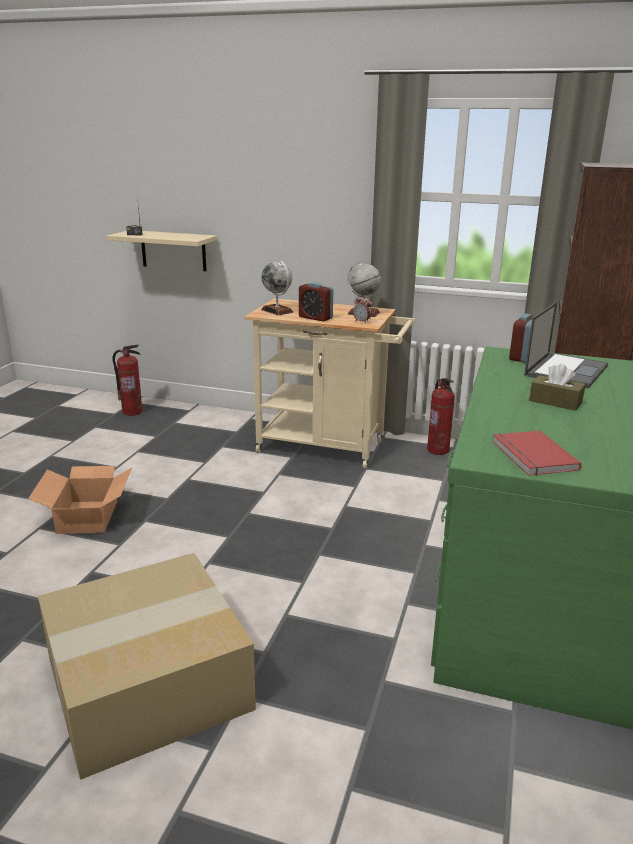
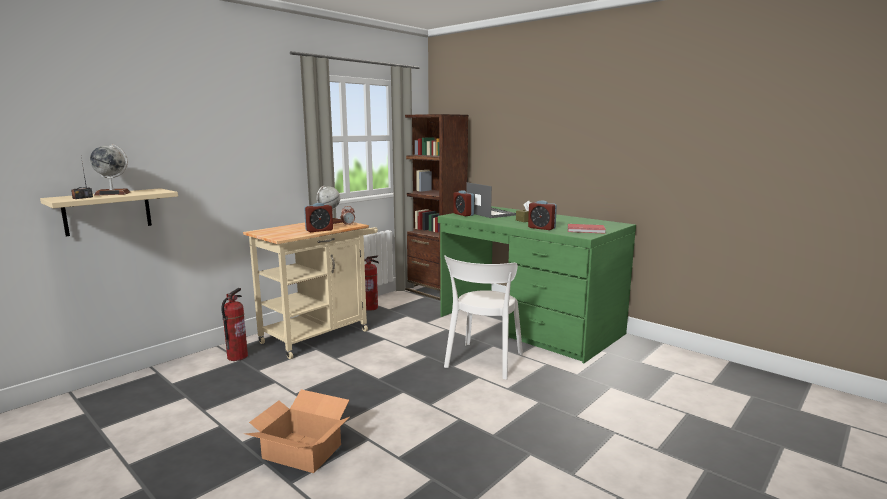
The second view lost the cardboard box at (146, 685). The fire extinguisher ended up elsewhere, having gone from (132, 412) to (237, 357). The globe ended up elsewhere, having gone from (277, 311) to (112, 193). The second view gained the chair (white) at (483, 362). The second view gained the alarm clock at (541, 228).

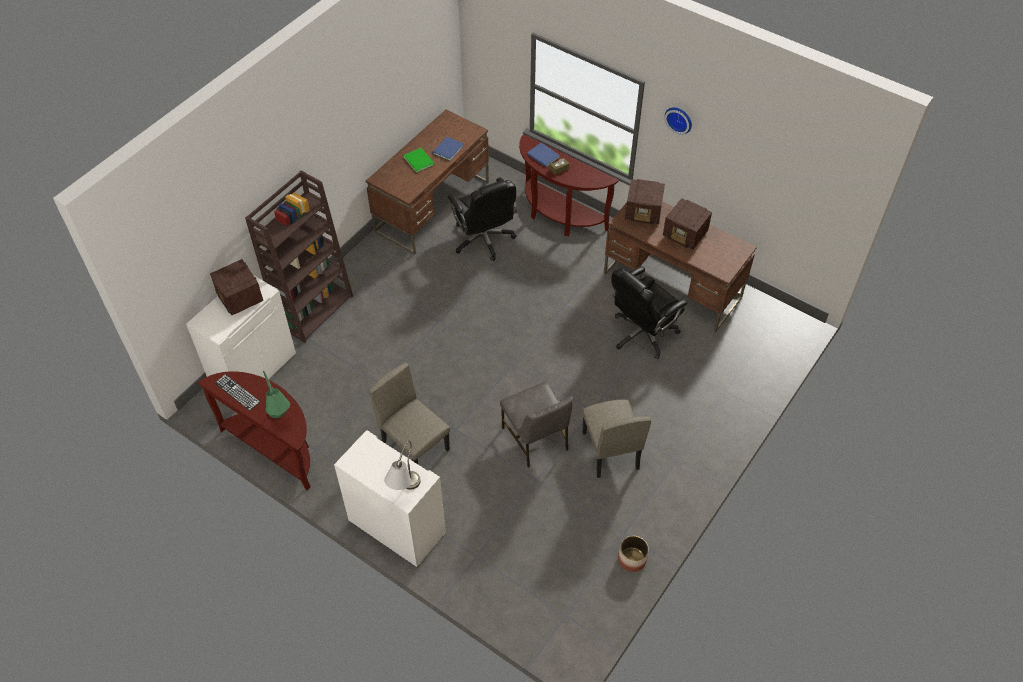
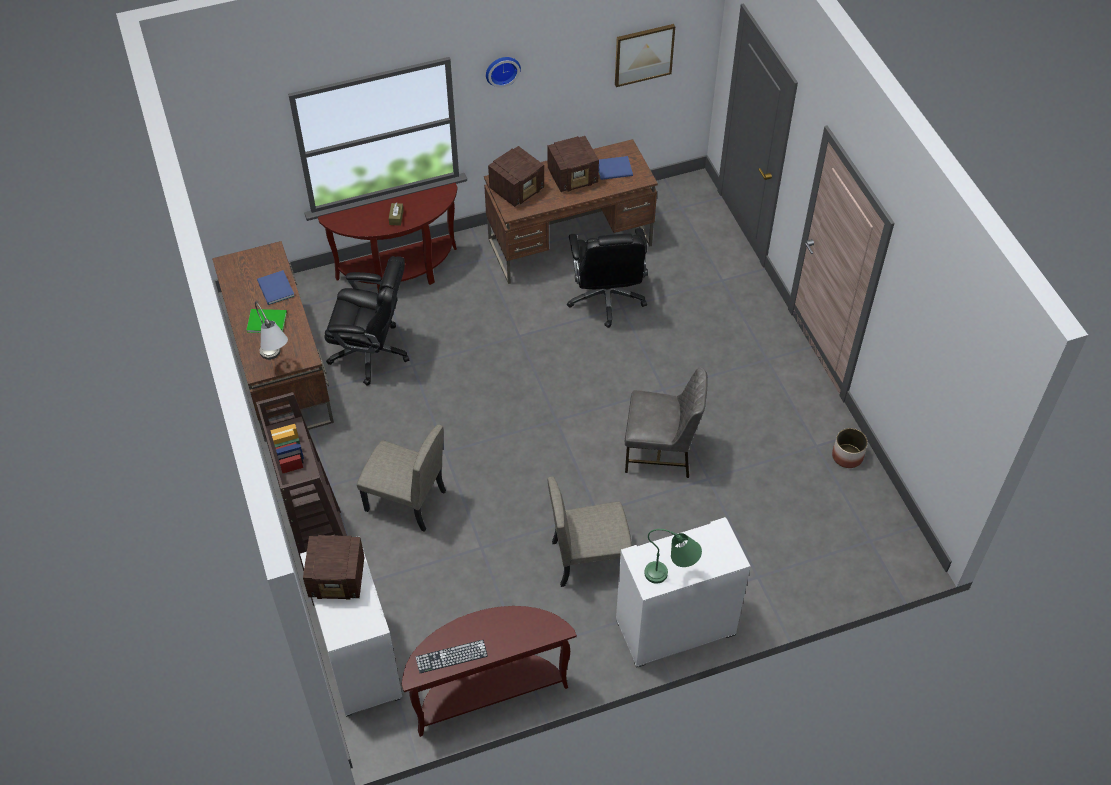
The table lamp (green) ended up elsewhere, having gone from (280, 420) to (672, 575). The table lamp (grey) ended up elsewhere, having gone from (404, 491) to (275, 361). The book (blue) ended up elsewhere, having gone from (543, 156) to (615, 169). The chair (beige) ended up elsewhere, having gone from (610, 450) to (405, 501). The second view gained the picture at (643, 54).

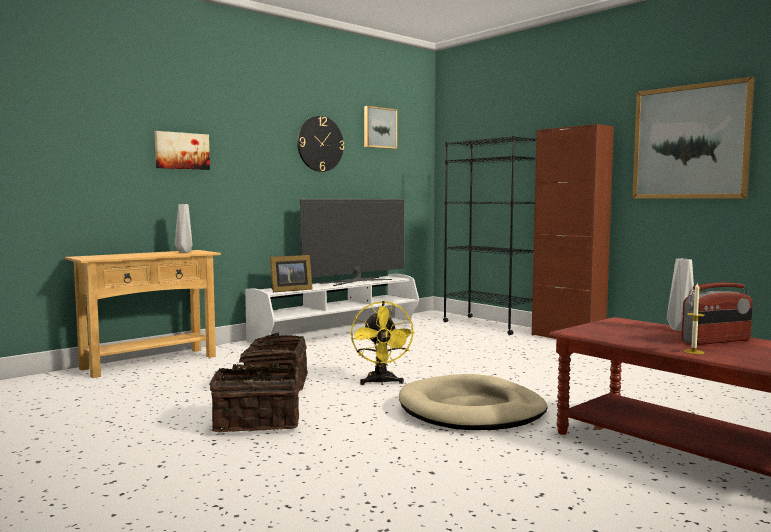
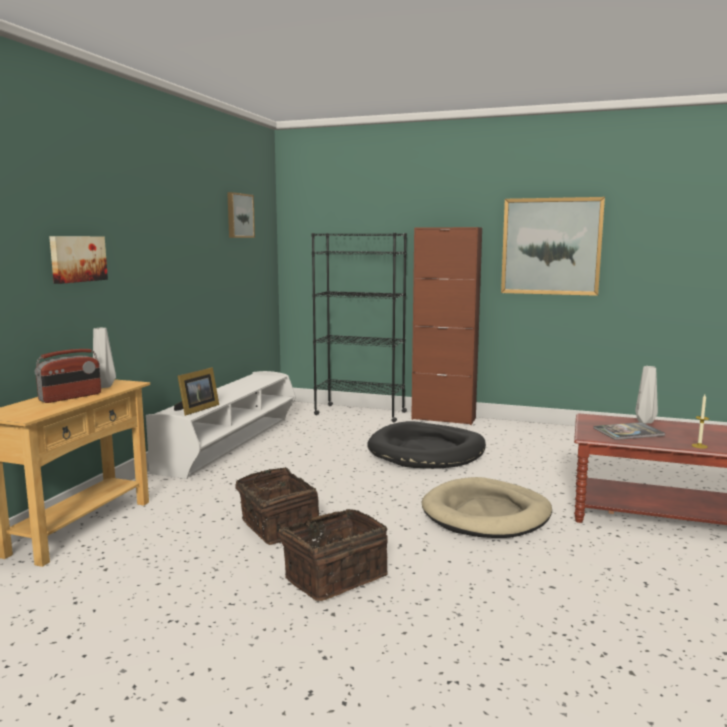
The second view lost the wall clock at (320, 144). The second view lost the television at (356, 281). The second view lost the fan (yellow) at (381, 382). The radio ended up elsewhere, having gone from (716, 341) to (71, 397). The second view gained the dog bed (black) at (427, 451). The second view gained the book at (628, 432).

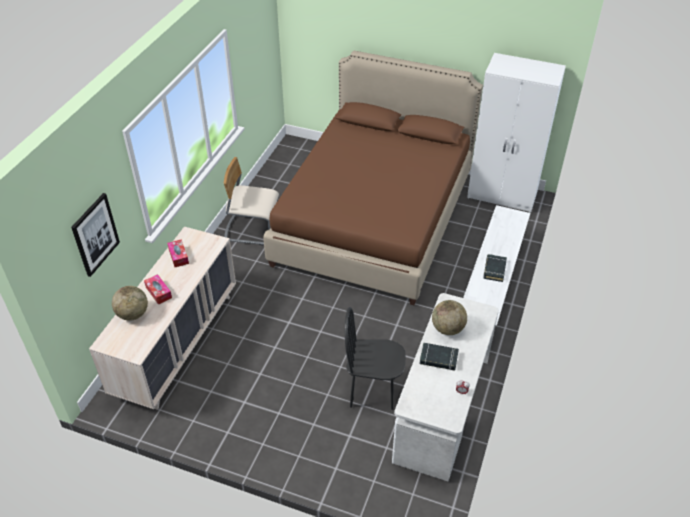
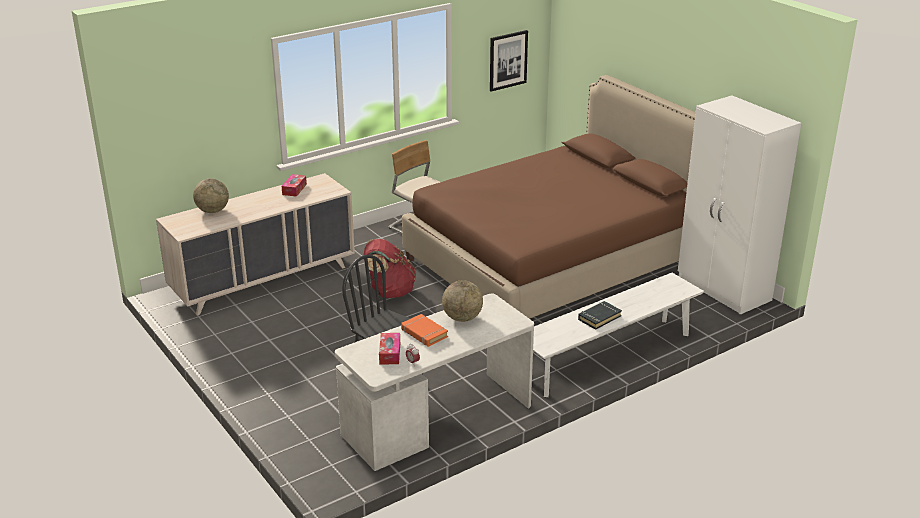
The picture ended up elsewhere, having gone from (95, 234) to (508, 60). The tissue box ended up elsewhere, having gone from (158, 292) to (390, 353). What was the book (black) at (438, 359) turned into the book (orange) at (424, 333). The second view gained the backpack (red) at (389, 292).

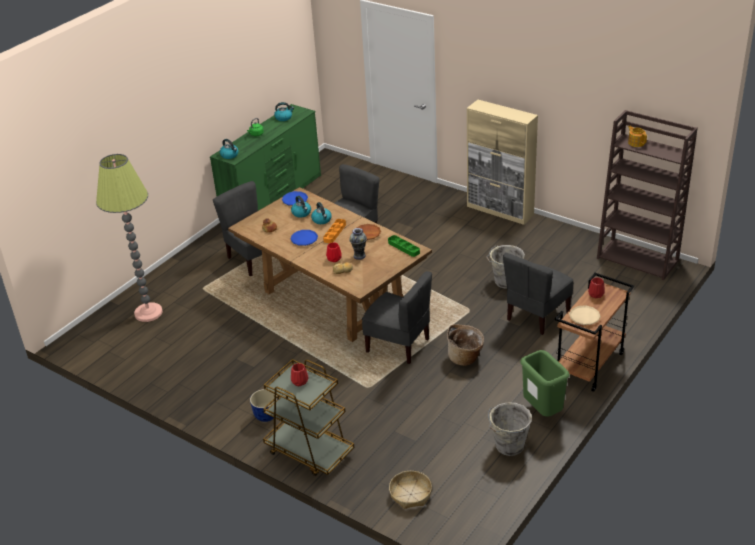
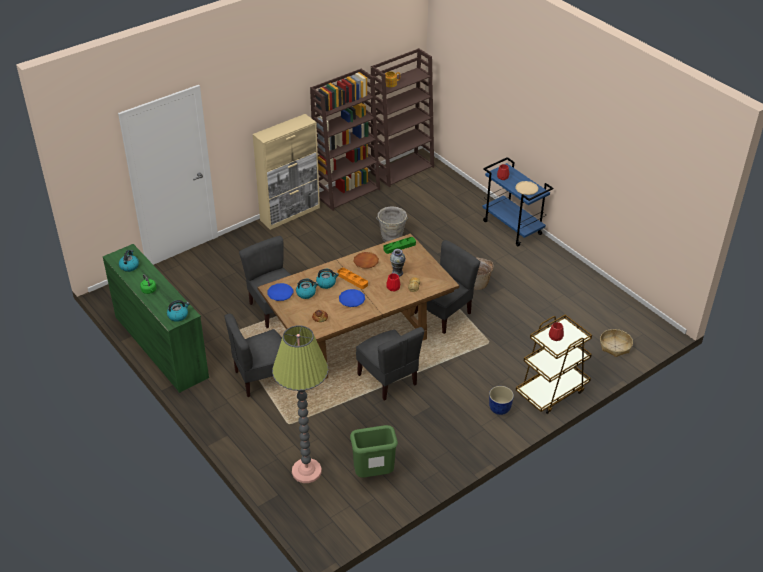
The second view lost the bucket (grey) at (508, 446). The chair (grey) ended up elsewhere, having gone from (537, 316) to (388, 379). The trash can (green) ended up elsewhere, having gone from (543, 411) to (374, 474). What was the cart (brown) at (589, 366) turned into the cart (blue) at (513, 228). The second view gained the bookcase (brown) at (347, 192).

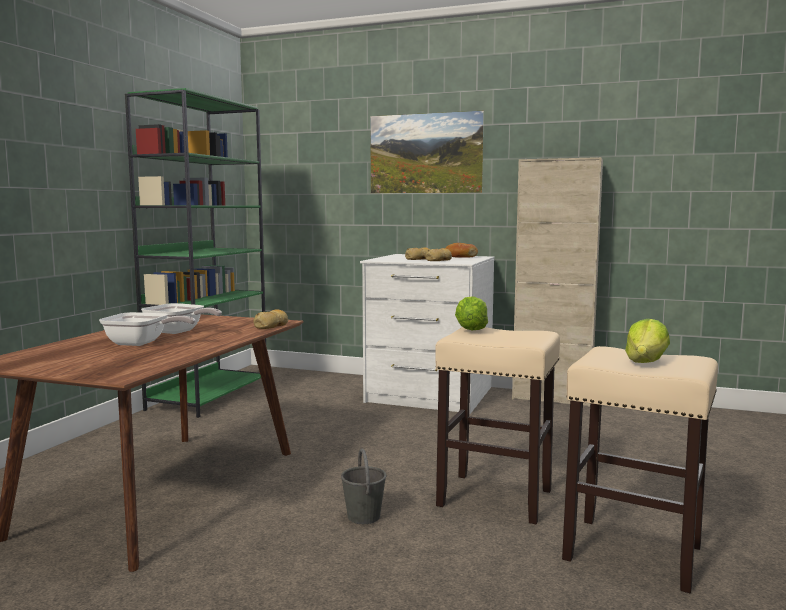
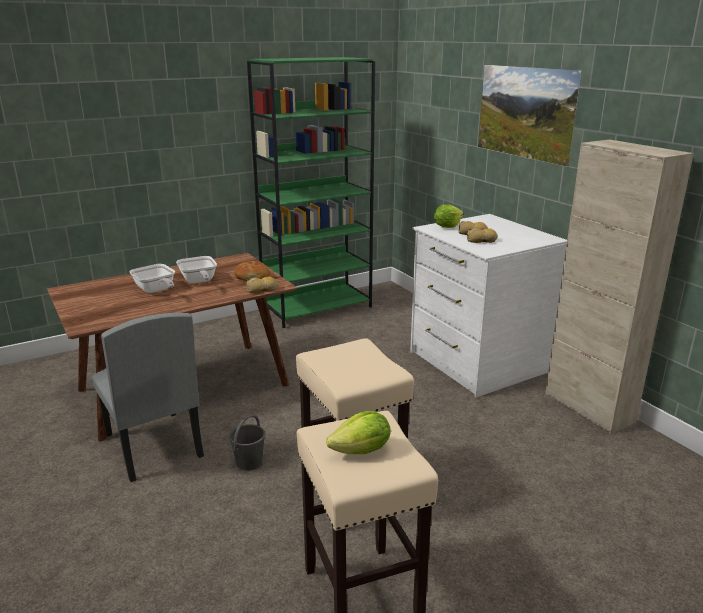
The bread ended up elsewhere, having gone from (460, 256) to (252, 277). The lettuce ended up elsewhere, having gone from (471, 330) to (447, 226). The second view gained the chair (grey) at (153, 445).

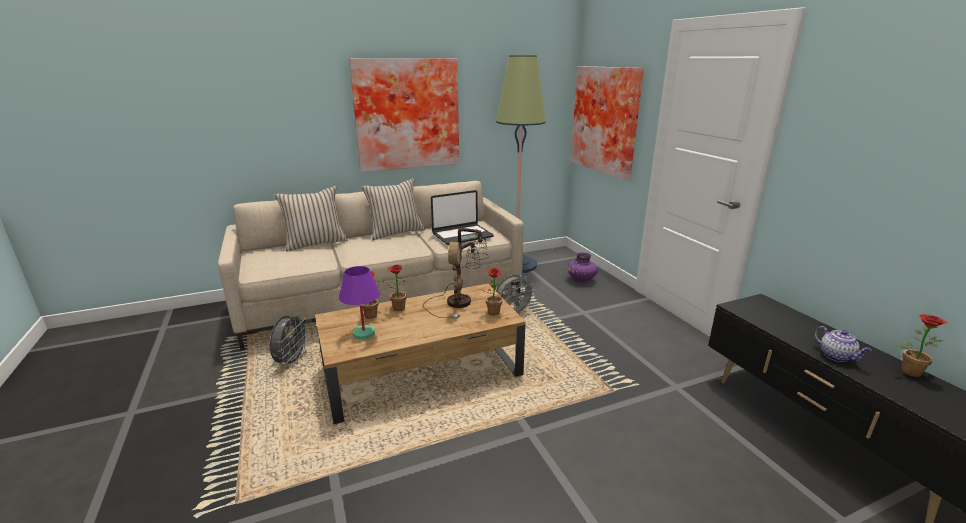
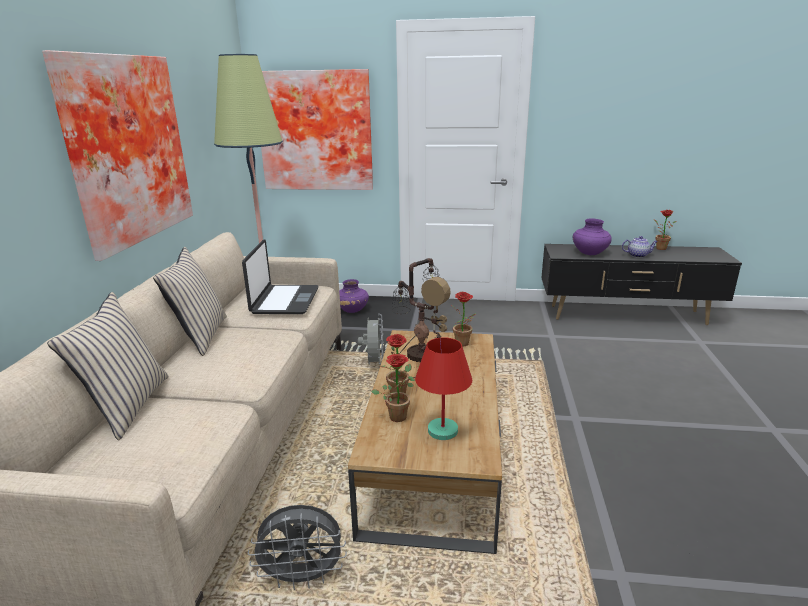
The fan (grey) at (292, 361) ended up facing another way, 135 degrees clockwise from before. What was the table lamp (purple) at (363, 333) turned into the table lamp (red) at (443, 431). The second view gained the vase (purple) at (590, 253).

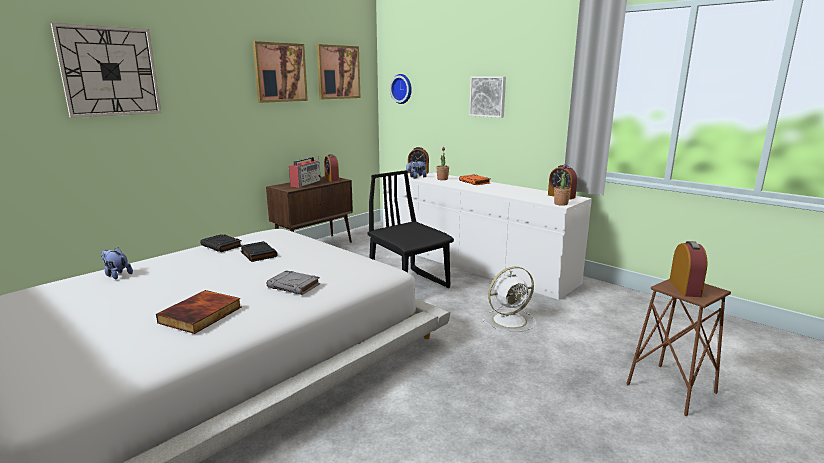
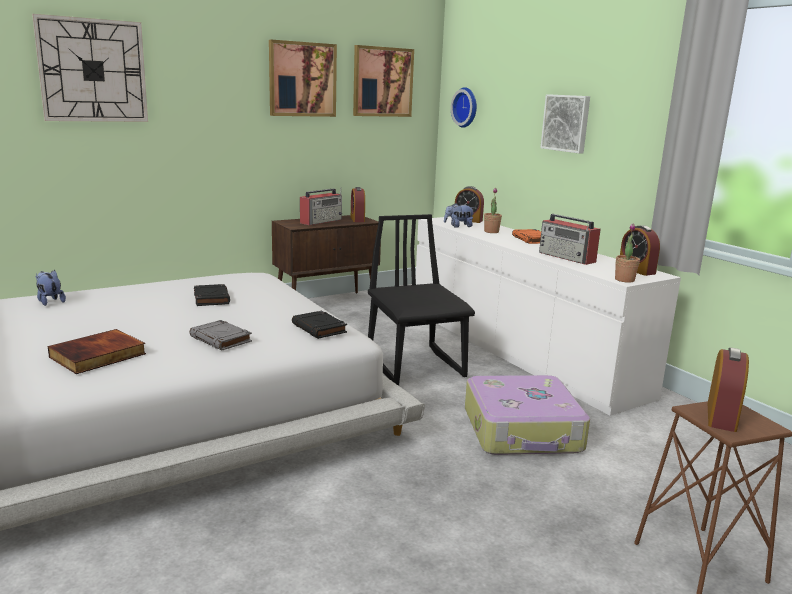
The book (black) ended up elsewhere, having gone from (222, 246) to (319, 328). Where the fan (white) stood at (510, 320), the suitcase came to stand at (523, 431). The second view gained the radio at (567, 257).

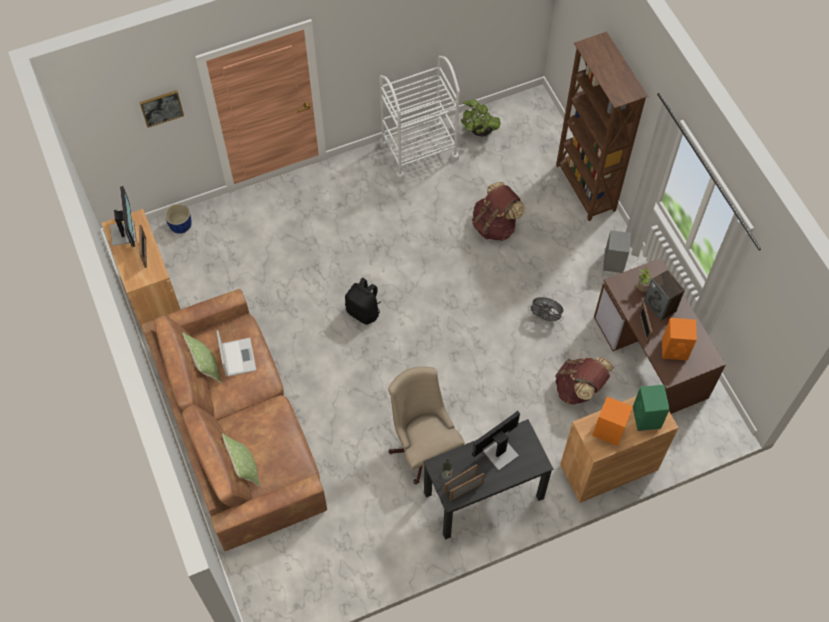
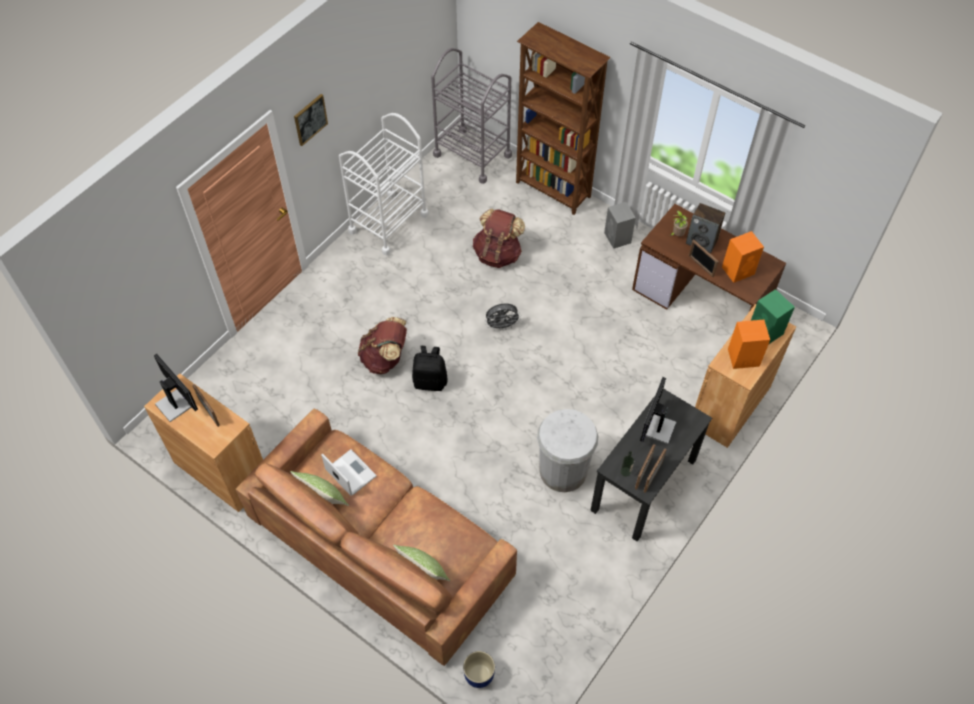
The picture ended up elsewhere, having gone from (161, 108) to (310, 119). The planter (blue) ended up elsewhere, having gone from (180, 225) to (478, 675). Where the office chair (beige) stood at (423, 446), the trash can (white) came to stand at (563, 470). The second view lost the potted plant at (479, 131). The fan (grey) ended up elsewhere, having gone from (545, 317) to (502, 326). The backpack (brown) ended up elsewhere, having gone from (579, 389) to (385, 359). The second view gained the cart (grey) at (472, 155).

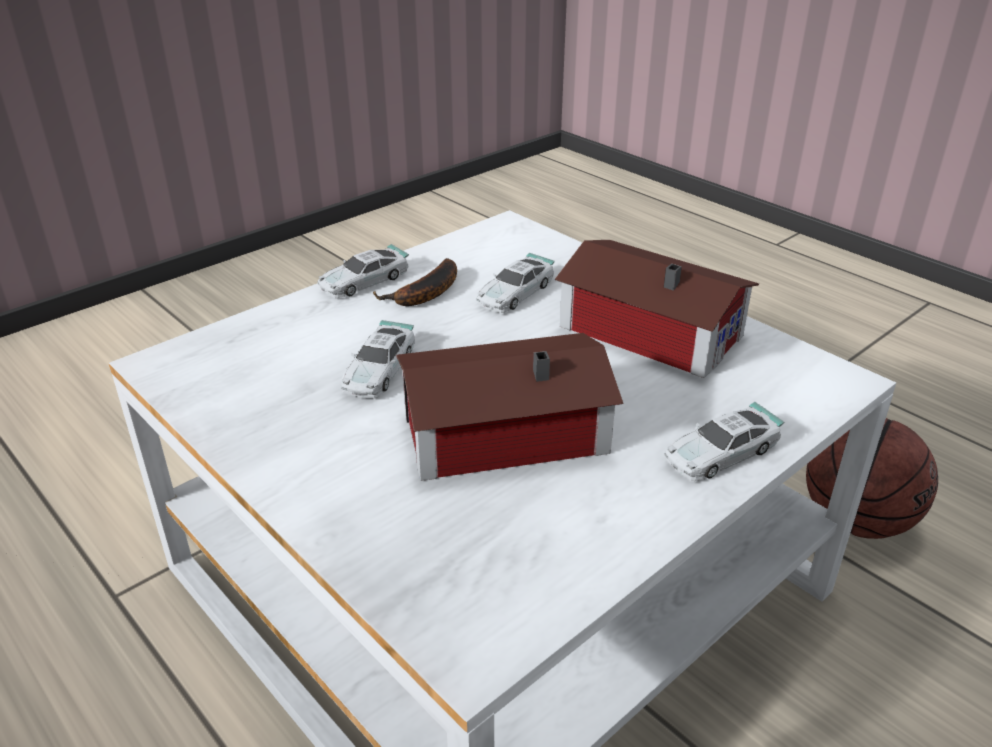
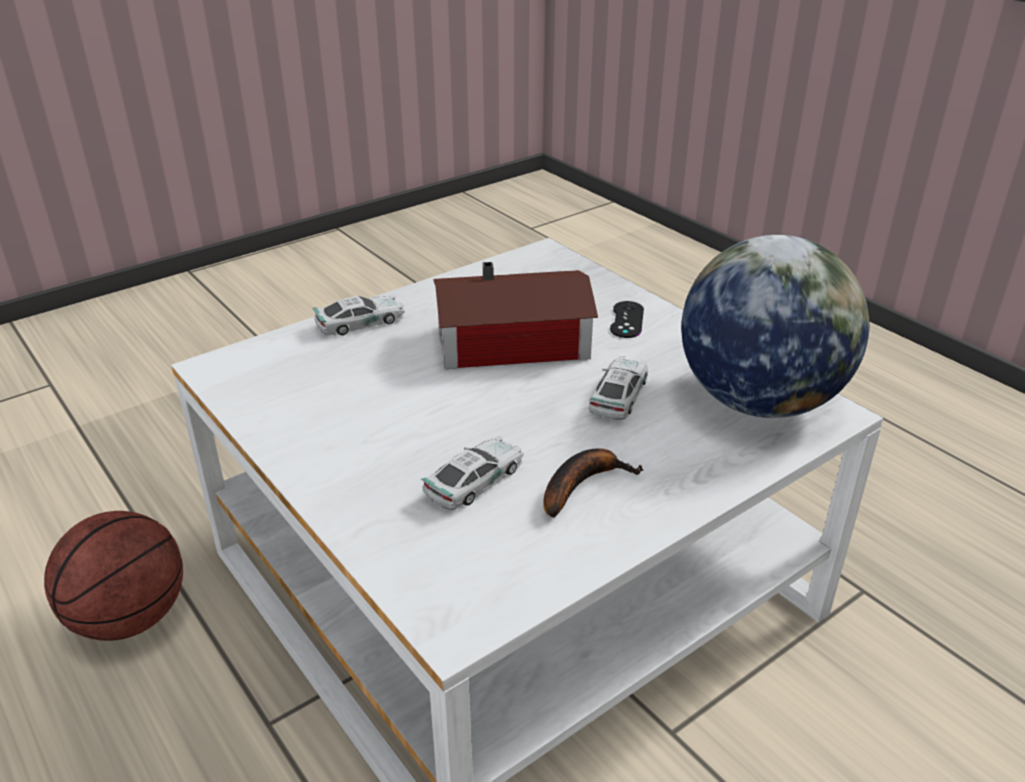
The second view lost the toy car at (364, 281). The second view lost the toy house at (648, 327). The second view gained the game controller (black) at (627, 320). The second view gained the globe at (759, 401).

